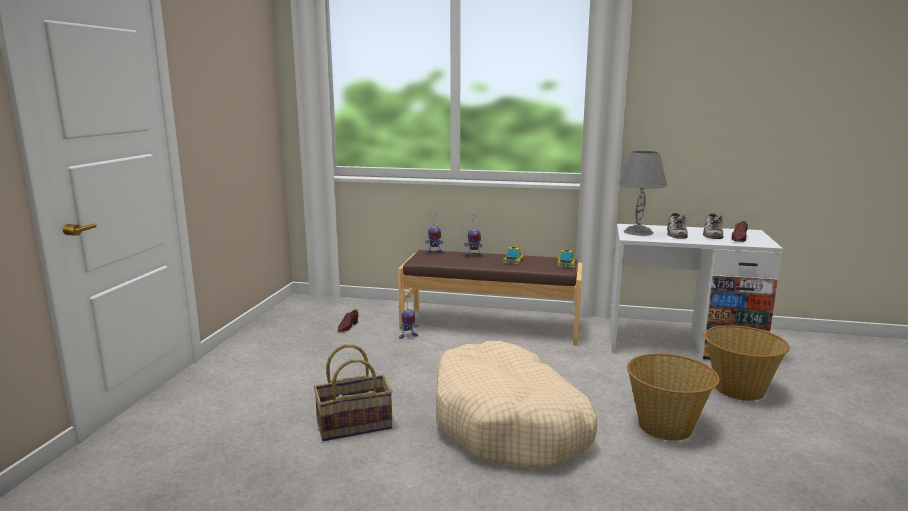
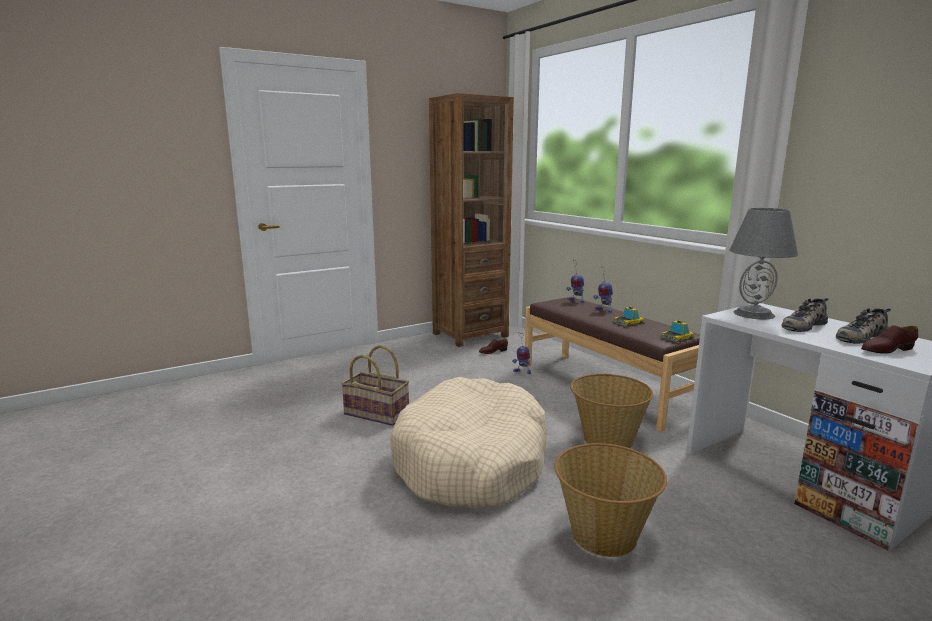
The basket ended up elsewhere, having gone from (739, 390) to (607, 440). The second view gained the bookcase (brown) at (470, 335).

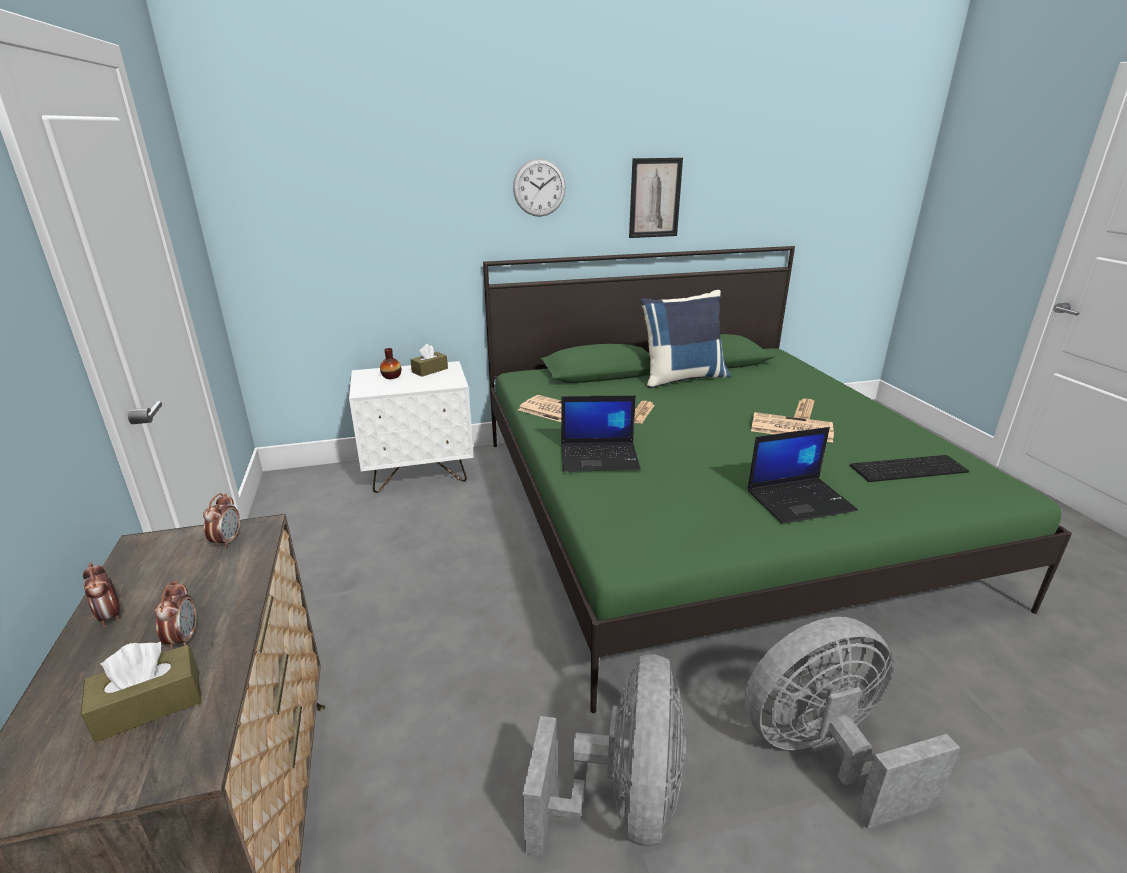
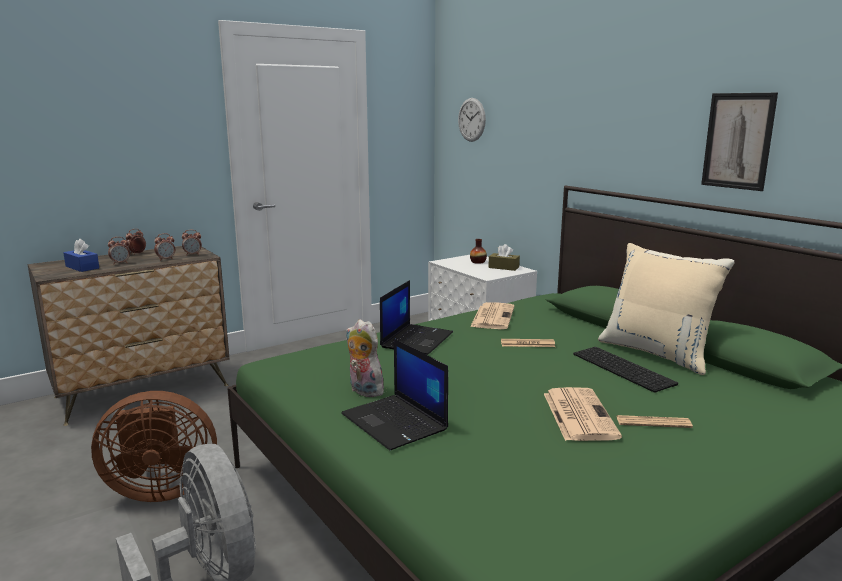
What was the tissue box (brown) at (149, 705) turned into the tissue box (blue) at (82, 267). The wall clock ended up elsewhere, having gone from (539, 188) to (471, 119). What was the fan (grey) at (621, 802) turned into the fan (brown) at (160, 489). The laptop at (600, 457) ended up facing another way, 135 degrees counterclockwise from before. What was the pillow (blue) at (682, 378) turned into the pillow (beige) at (657, 353). The keyboard ended up elsewhere, having gone from (908, 468) to (625, 368). The second view gained the alarm clock at (166, 259). The second view gained the plush toy at (363, 391).

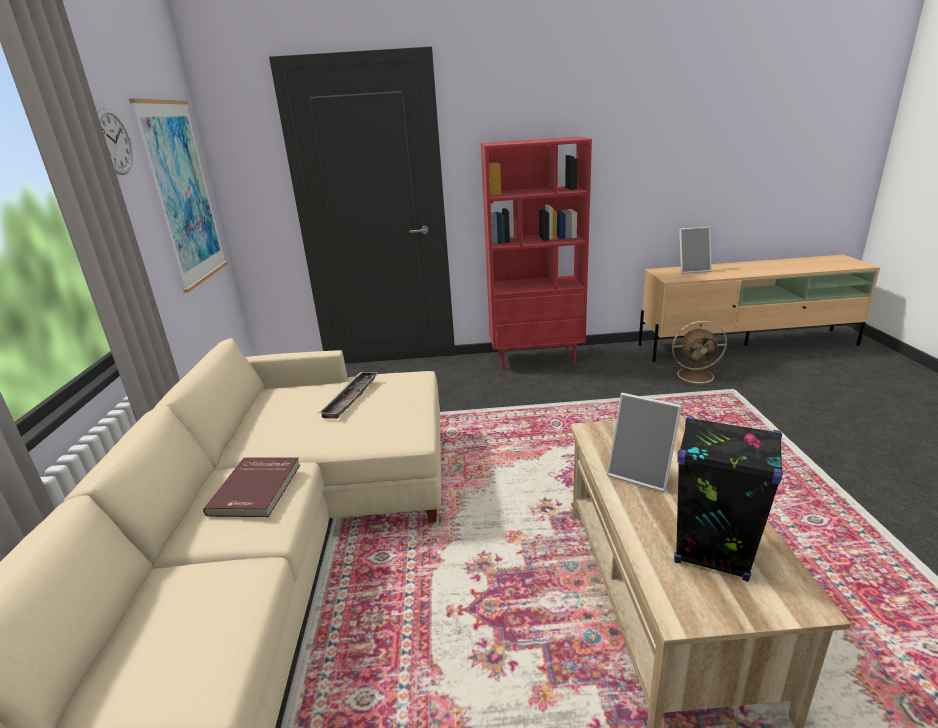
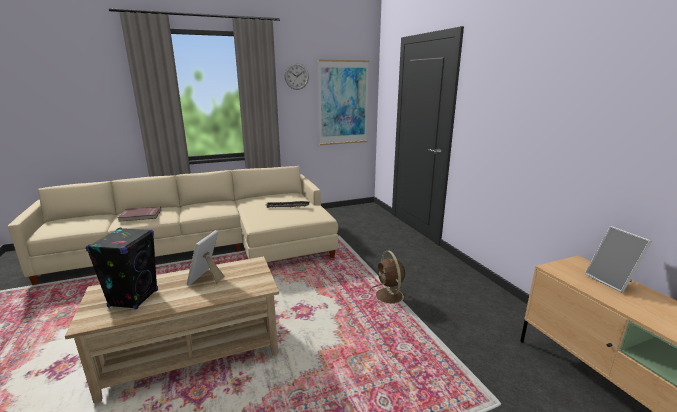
The book (red) ended up elsewhere, having gone from (257, 489) to (140, 215). The second view lost the bookcase (red) at (536, 358). The fan (brown) ended up elsewhere, having gone from (697, 375) to (389, 297).

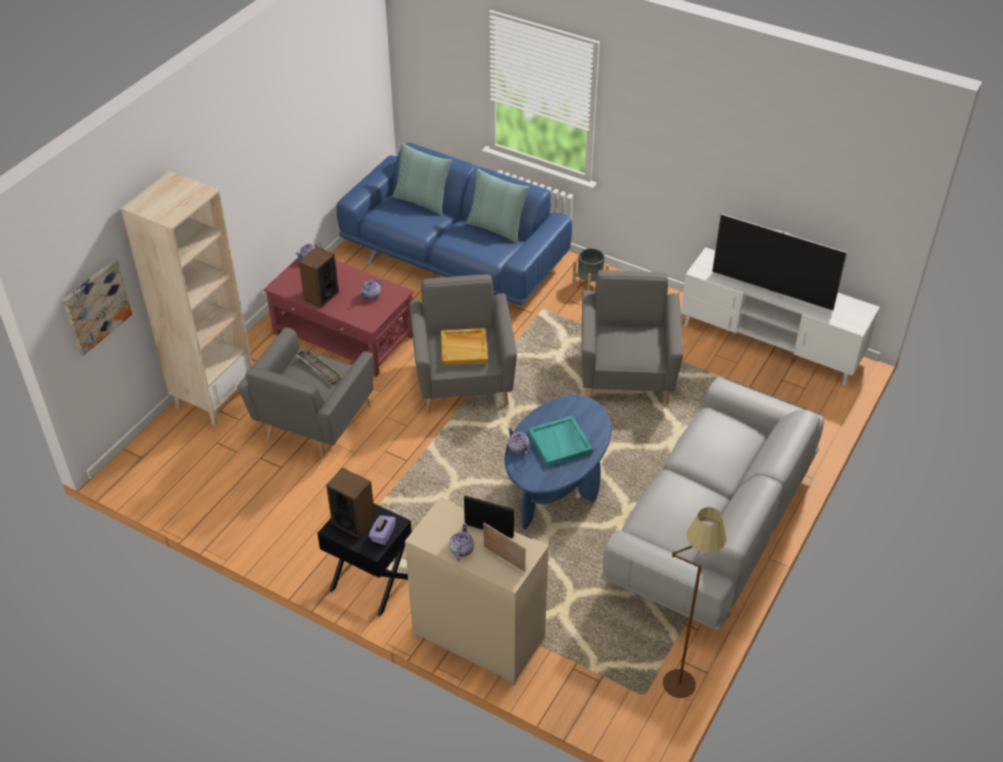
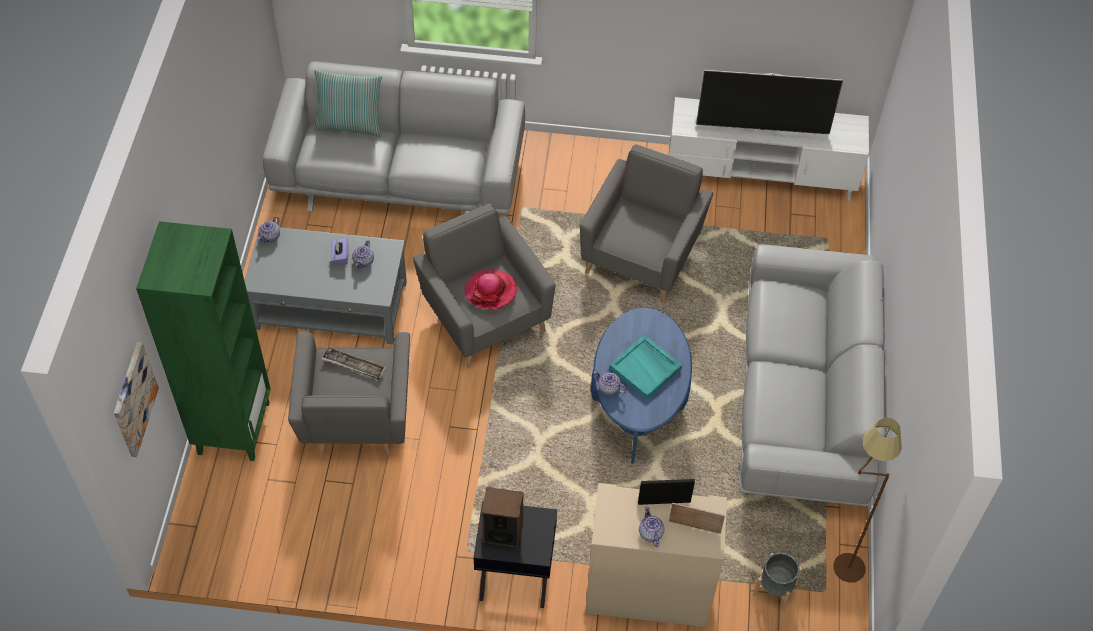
What was the bookcase (beige) at (214, 397) turned into the bookcase (green) at (233, 427). What was the coffee table (red) at (344, 334) turned into the coffee table (grey) at (331, 305). The second view lost the speaker at (321, 296). What was the sofa (blue) at (455, 260) turned into the sofa (grey) at (400, 176). The tissue box (purple) ended up elsewhere, having gone from (382, 535) to (340, 256). Where the tray (beige) stood at (464, 348), the hat came to stand at (491, 291). The second view lost the pillow at (497, 228). The planter (grey) ended up elsewhere, having gone from (589, 284) to (774, 589). The armchair (grey) at (626, 373) ended up facing another way, 45 degrees clockwise from before.

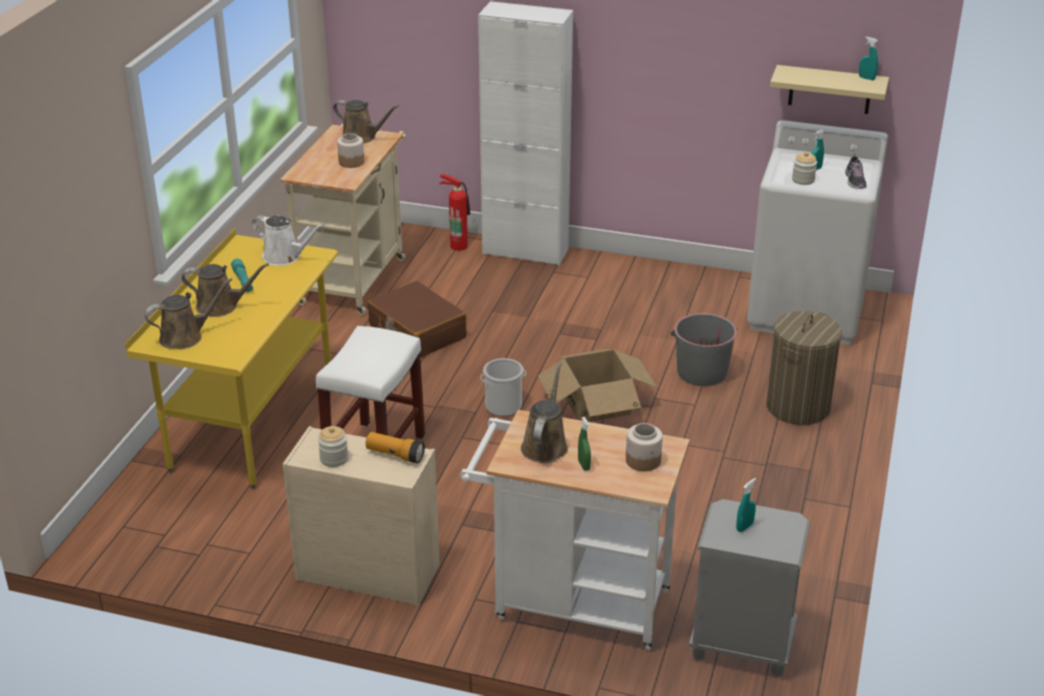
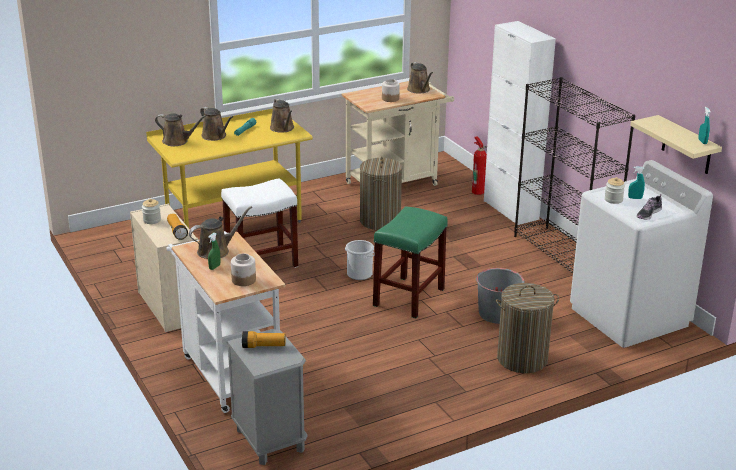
What was the watering can (white) at (285, 257) turned into the watering can (brown) at (283, 128). Where the suitcase (brown) stood at (416, 332), the laundry basket came to stand at (380, 221). Where the cardboard box stood at (596, 404), the stool (green) came to stand at (409, 298). Where the spray bottle (turquoise) stood at (744, 527), the flashlight came to stand at (263, 346). The second view gained the bookcase (black) at (563, 255).

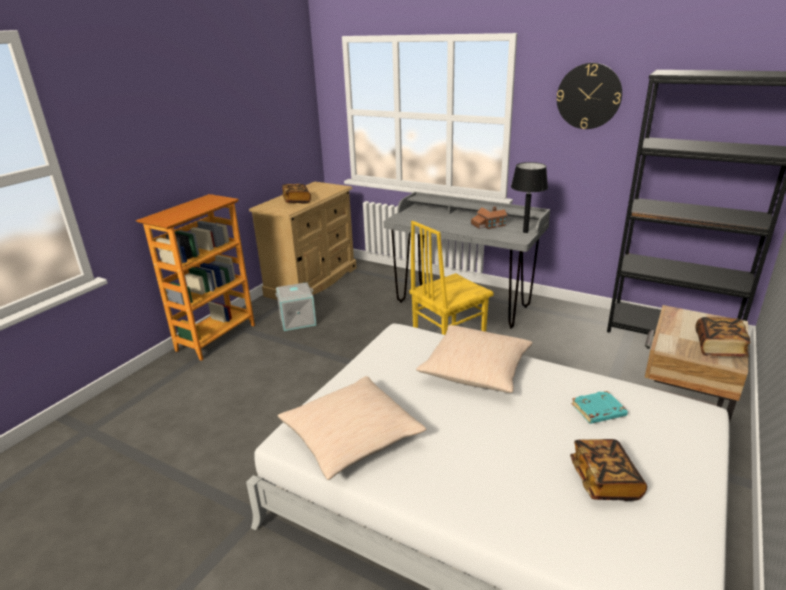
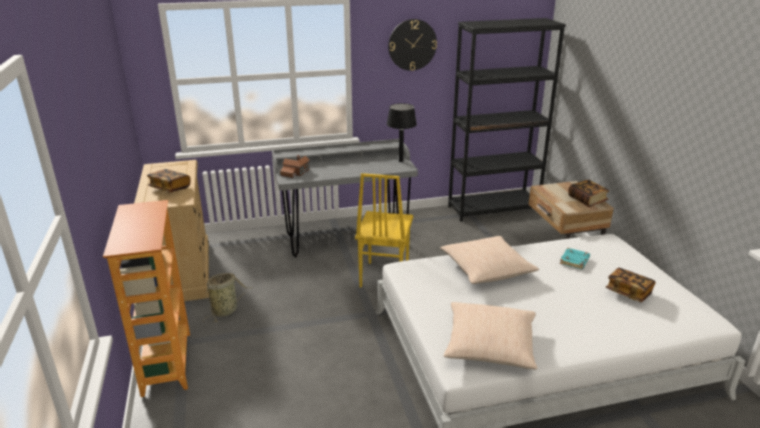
Where the storage box (grey) stood at (298, 320), the basket came to stand at (226, 310). The toy house ended up elsewhere, having gone from (488, 225) to (295, 172).

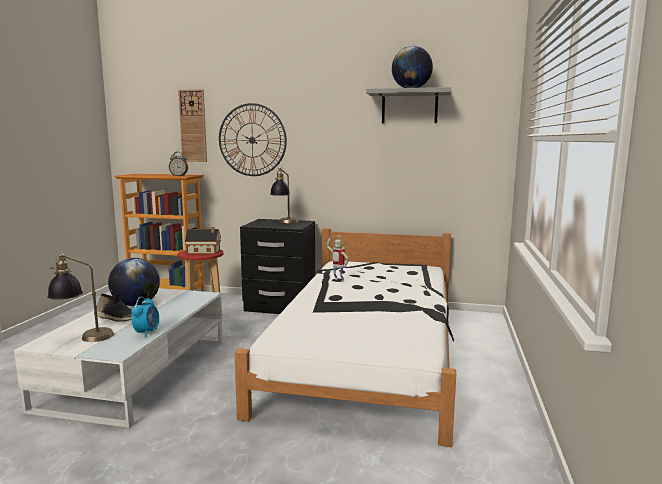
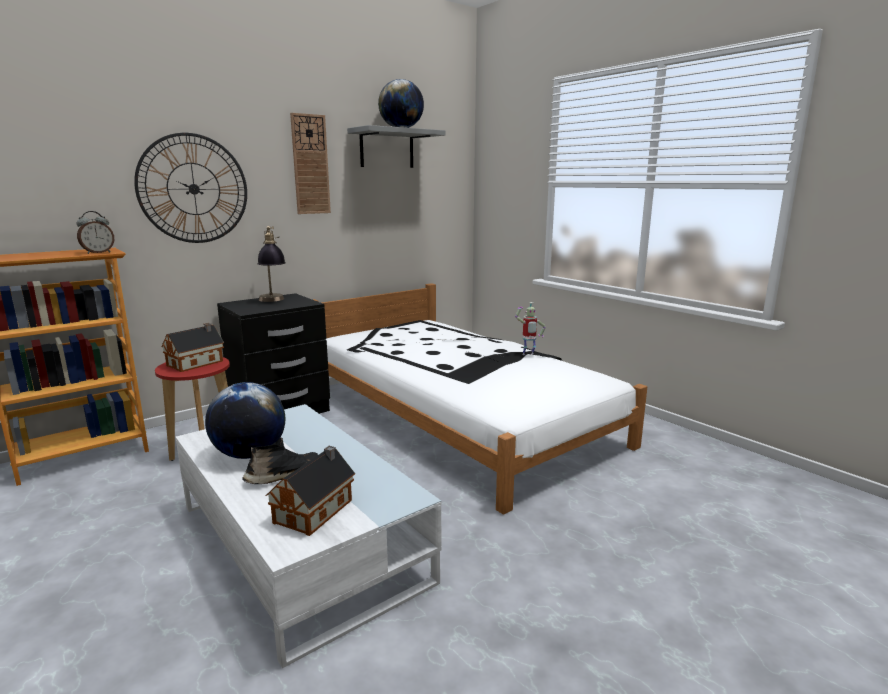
Where the table lamp stood at (83, 337), the toy house came to stand at (316, 509). The second view lost the alarm clock at (147, 332). The wall clock ended up elsewhere, having gone from (193, 126) to (310, 165). The toy robot ended up elsewhere, having gone from (338, 280) to (528, 355).

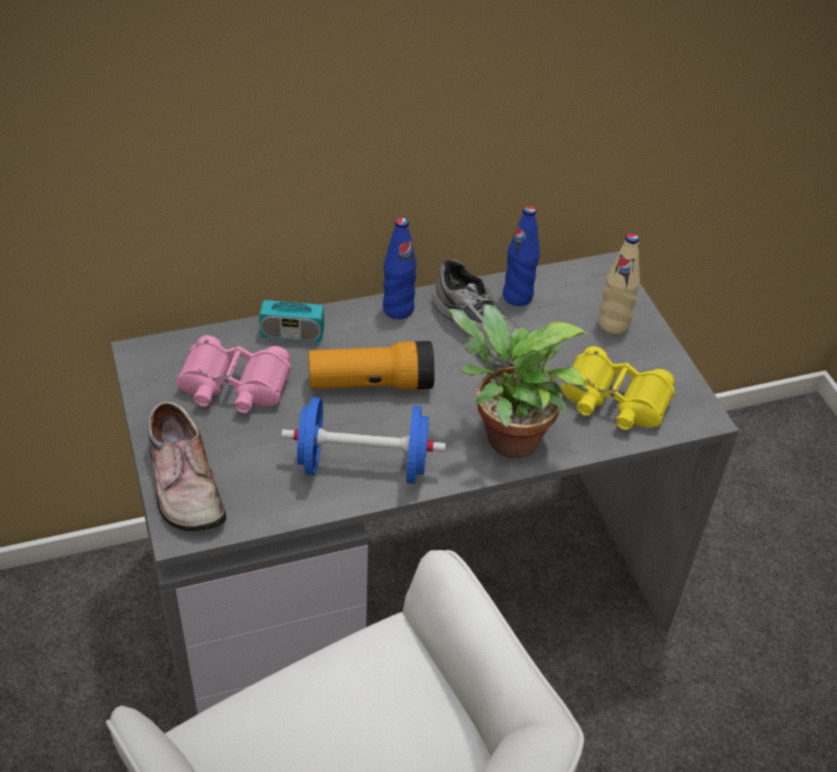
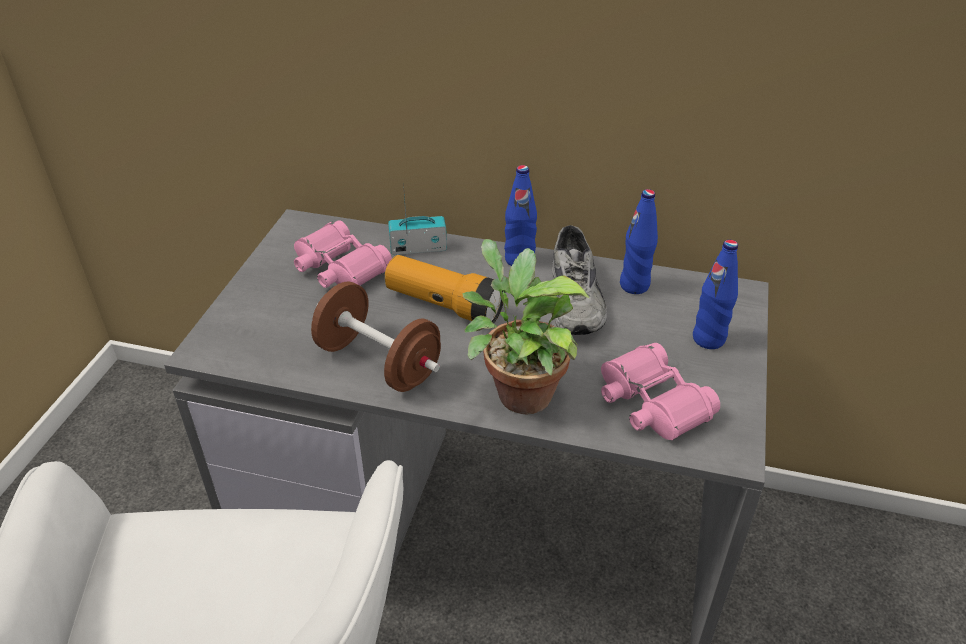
The second view lost the shoe at (181, 483). The radio at (292, 334) ended up facing another way, 135 degrees clockwise from before. What was the dumbbell (blue) at (363, 465) turned into the dumbbell (brown) at (378, 362). What was the binoculars (yellow) at (614, 401) turned into the binoculars (pink) at (651, 403). What was the bottle (beige) at (613, 324) turned into the bottle (blue) at (708, 339).

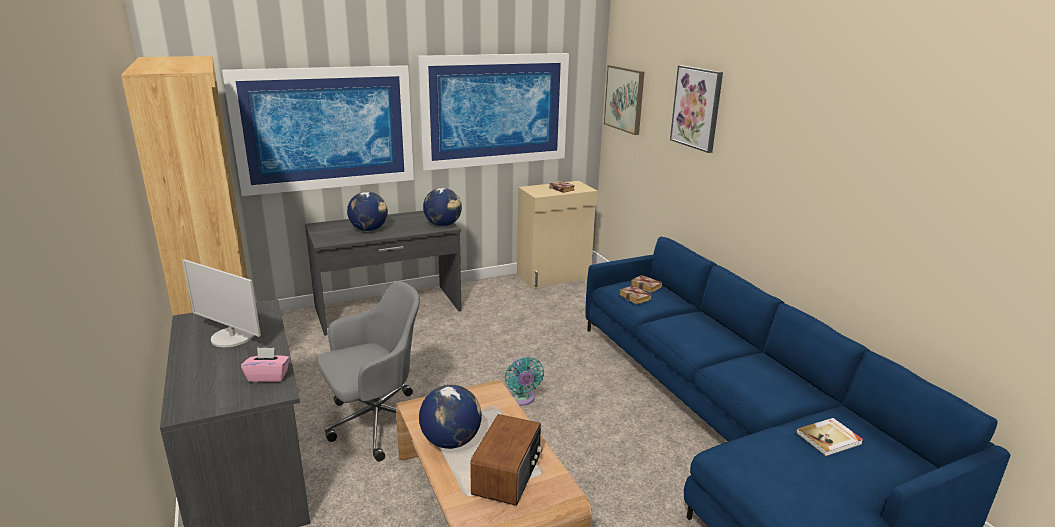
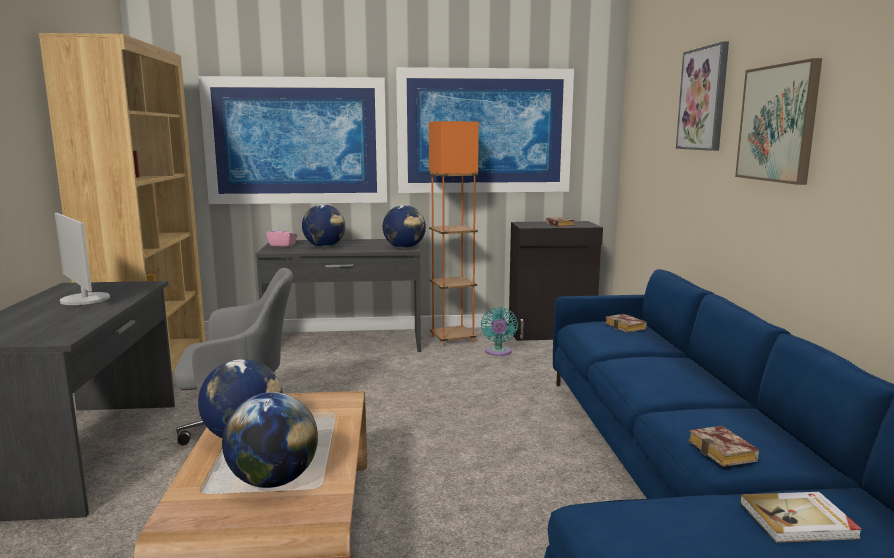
The tissue box (pink) ended up elsewhere, having gone from (268, 376) to (282, 245). Where the radio stood at (508, 475), the globe came to stand at (273, 481). The fan (turquoise) ended up elsewhere, having gone from (521, 399) to (498, 352). What was the cabinet (beige) at (554, 276) turned into the cabinet (black) at (552, 333). The picture ended up elsewhere, having gone from (624, 99) to (778, 123). The book ended up elsewhere, having gone from (636, 298) to (725, 452). The second view gained the floor lamp (orange) at (452, 339).

